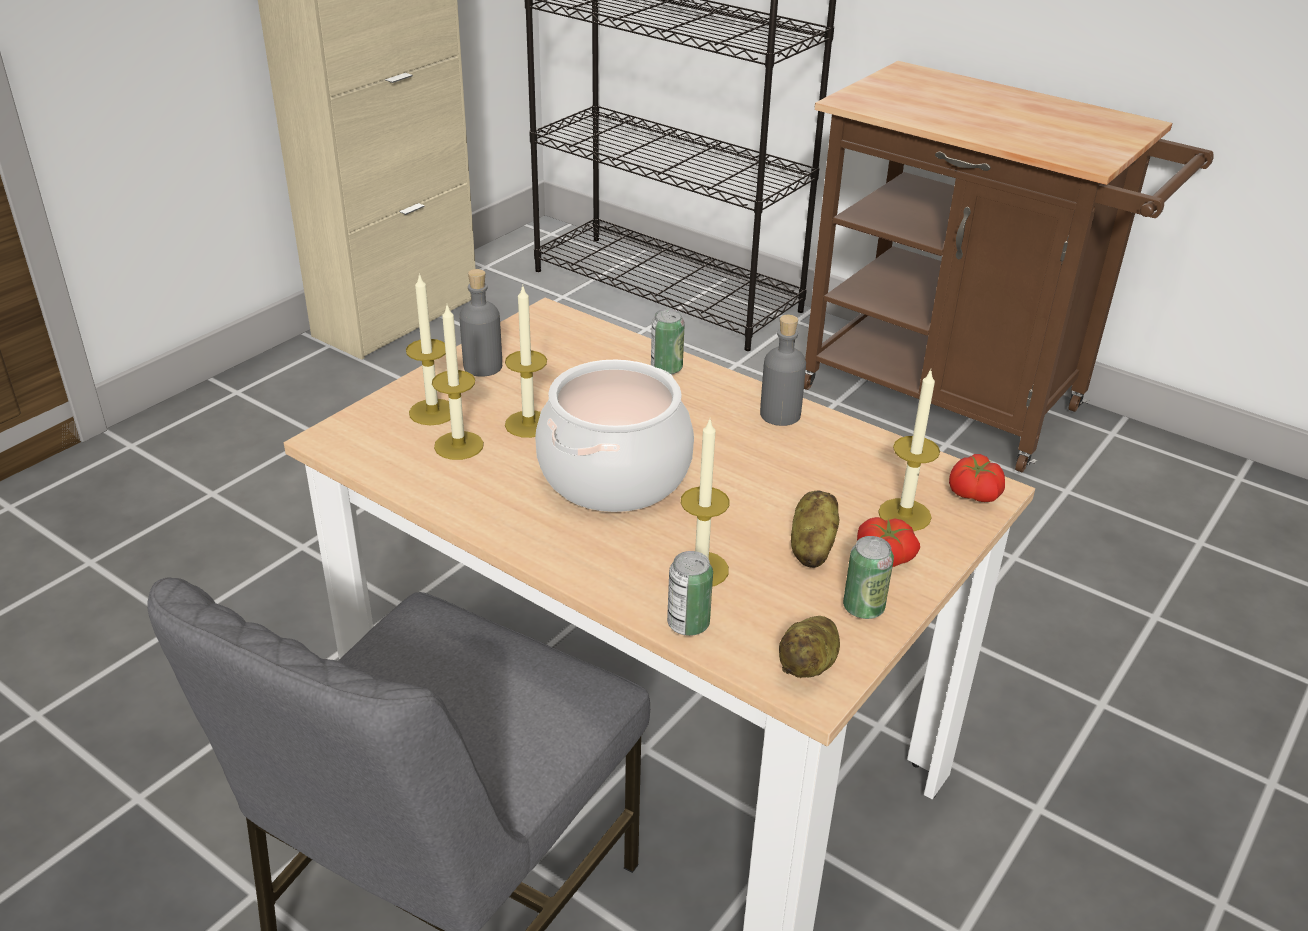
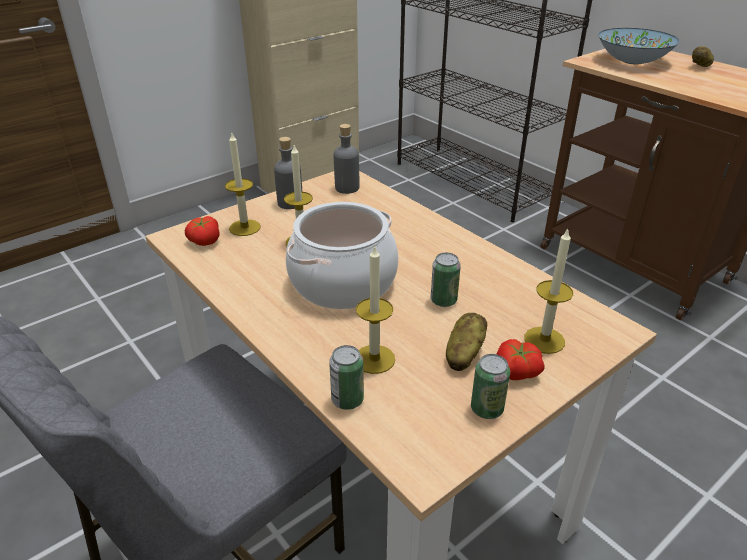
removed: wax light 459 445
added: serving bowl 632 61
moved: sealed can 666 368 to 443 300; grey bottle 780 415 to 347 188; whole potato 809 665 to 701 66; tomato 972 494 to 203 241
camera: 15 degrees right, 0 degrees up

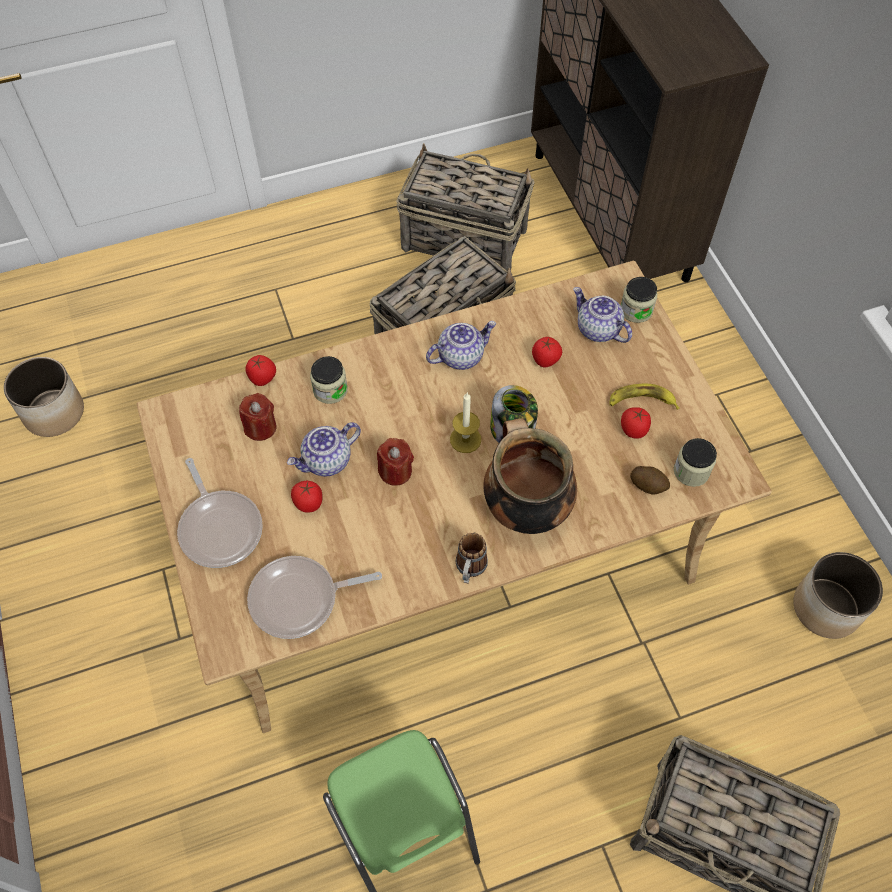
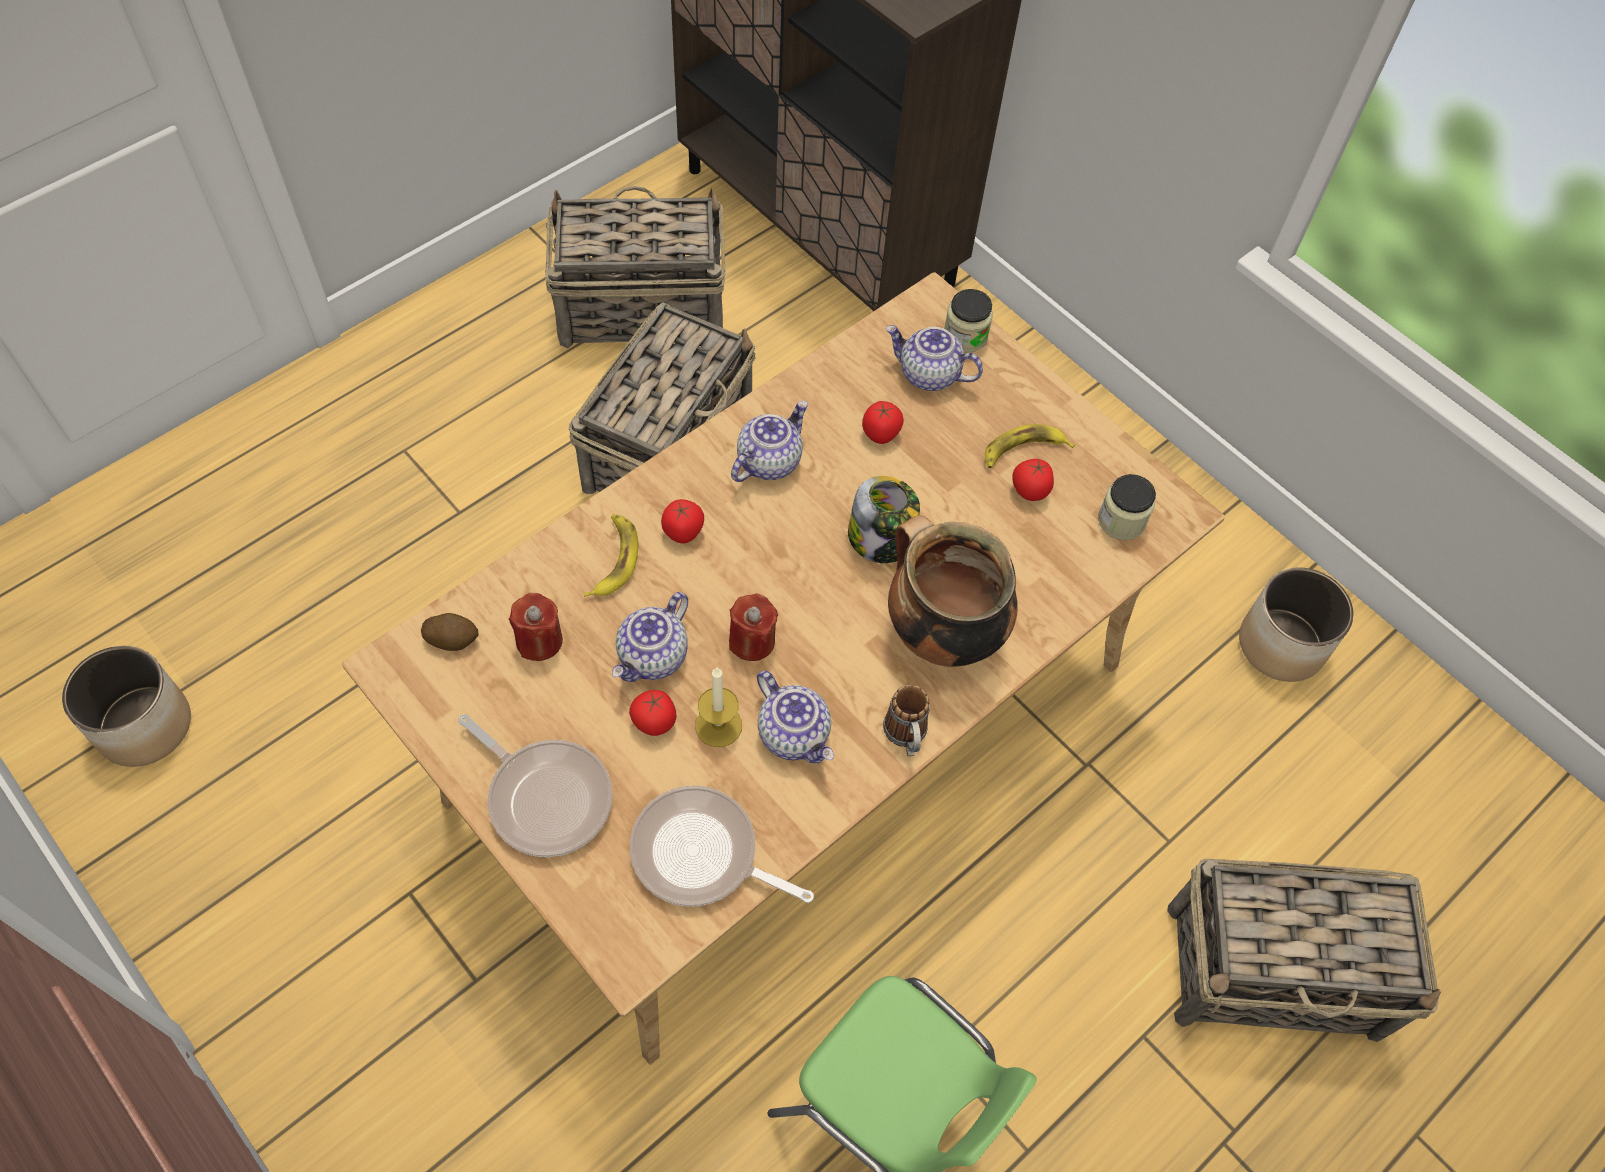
added: tea pot 795 734
moved: tomato 263 379 to 683 532; wax light 465 439 to 718 725; whole potato 648 485 to 452 639
replaced: jar 330 390 to whole banana 613 559
turned: skillet 299 599 = 701 855 60 degrees clockwise
camera: 25 degrees left, 0 degrees up

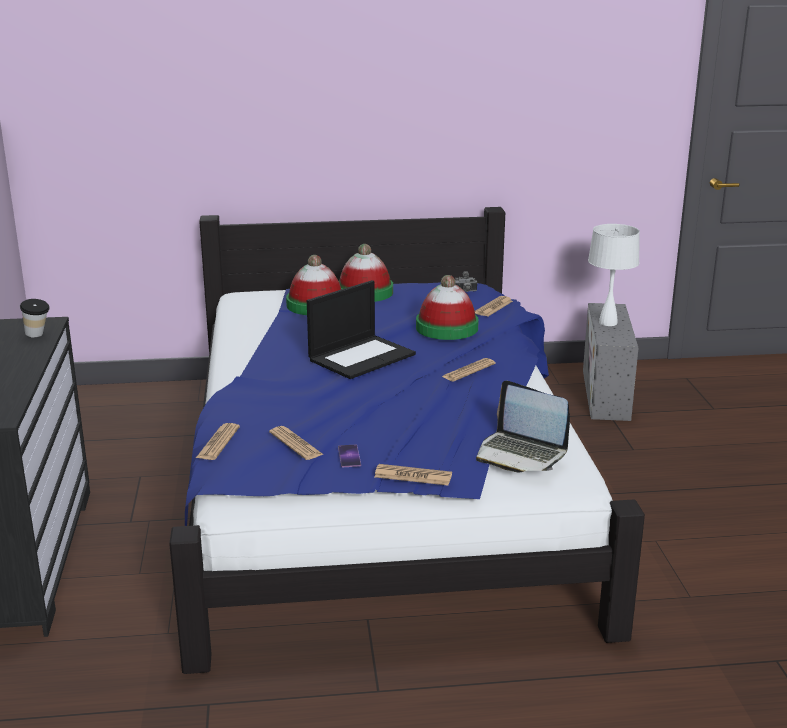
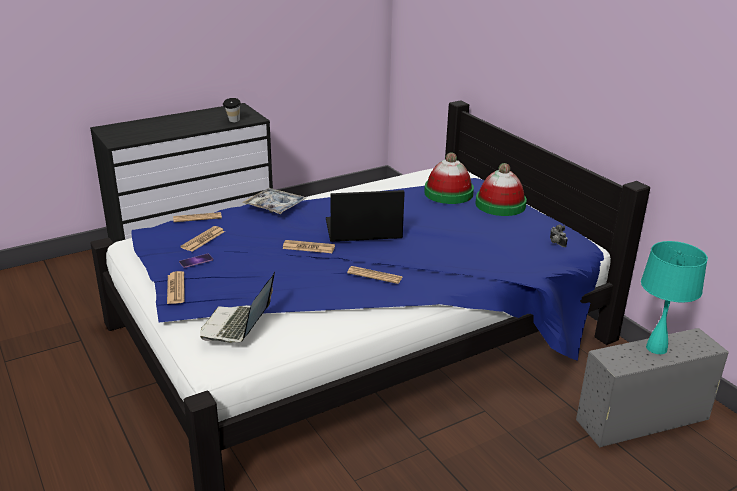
removed: hat 447 328
added: tray 275 206
moved: printed paper 493 307 to 308 247
recoloured: white table lamp 608 323 to turquoise-coloured table lamp 656 348
turned: notebook computer 362 357 = 362 229 150 degrees clockwise
camera: 65 degrees right, 5 degrees up

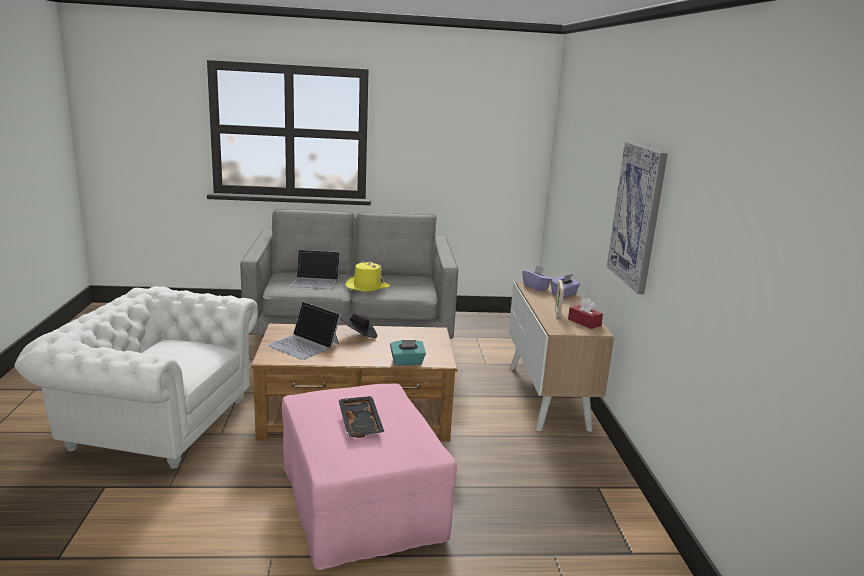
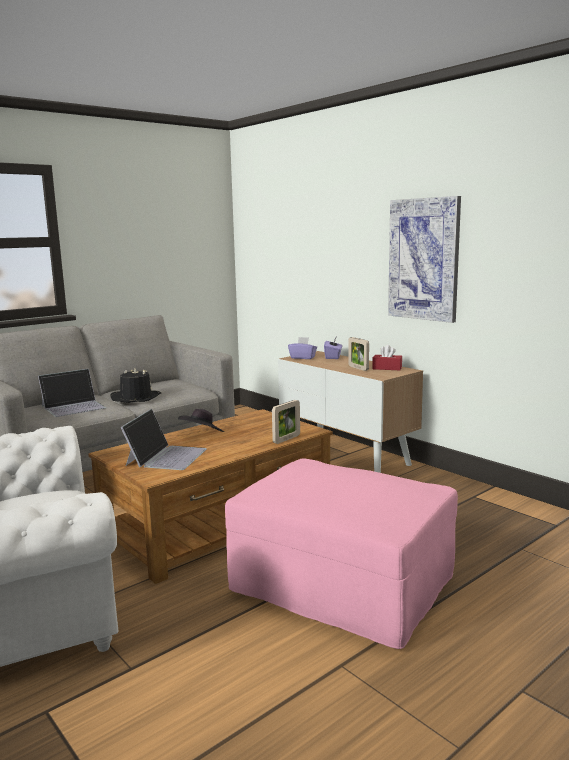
removed: black-coloured tray 361 423
replaced: turquoise-coloured tissue box 407 362 to photo frame 286 439
recoloured: yellowish hat 367 286 to black-coloured hat 136 398
turned: notebook computer 304 344 = 166 456 75 degrees counterclockwise
camera: 35 degrees left, 5 degrees down

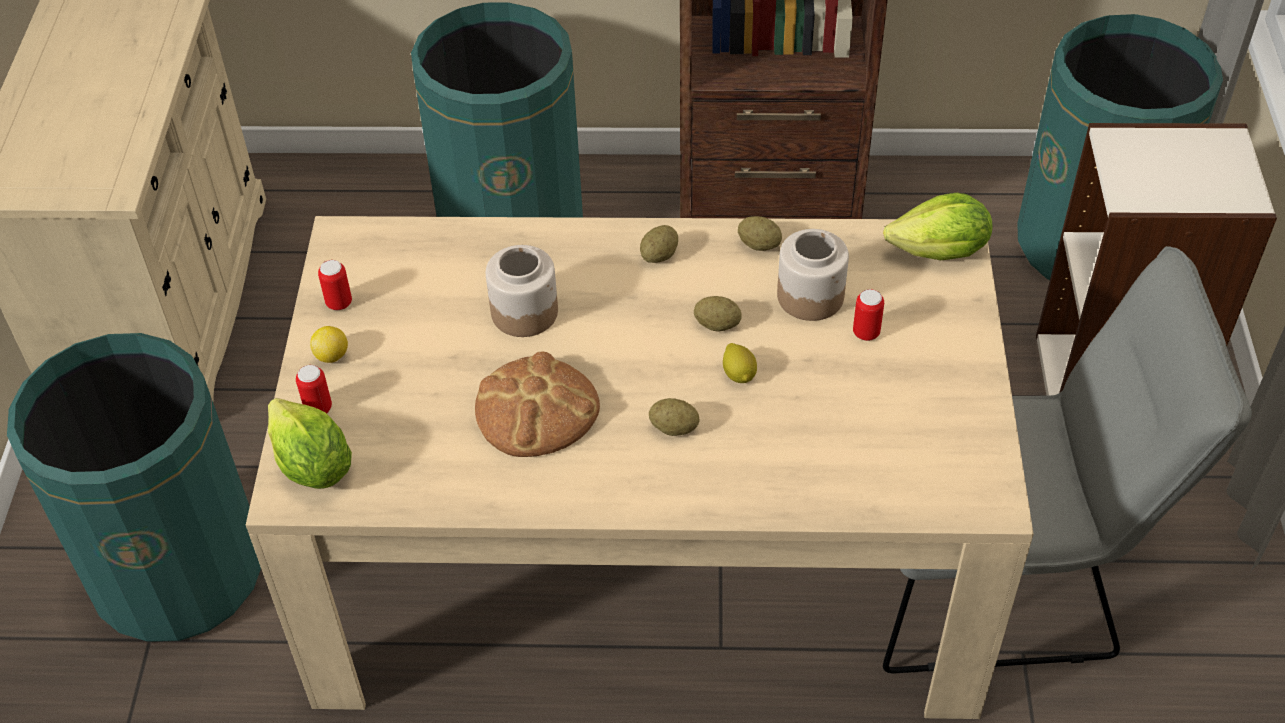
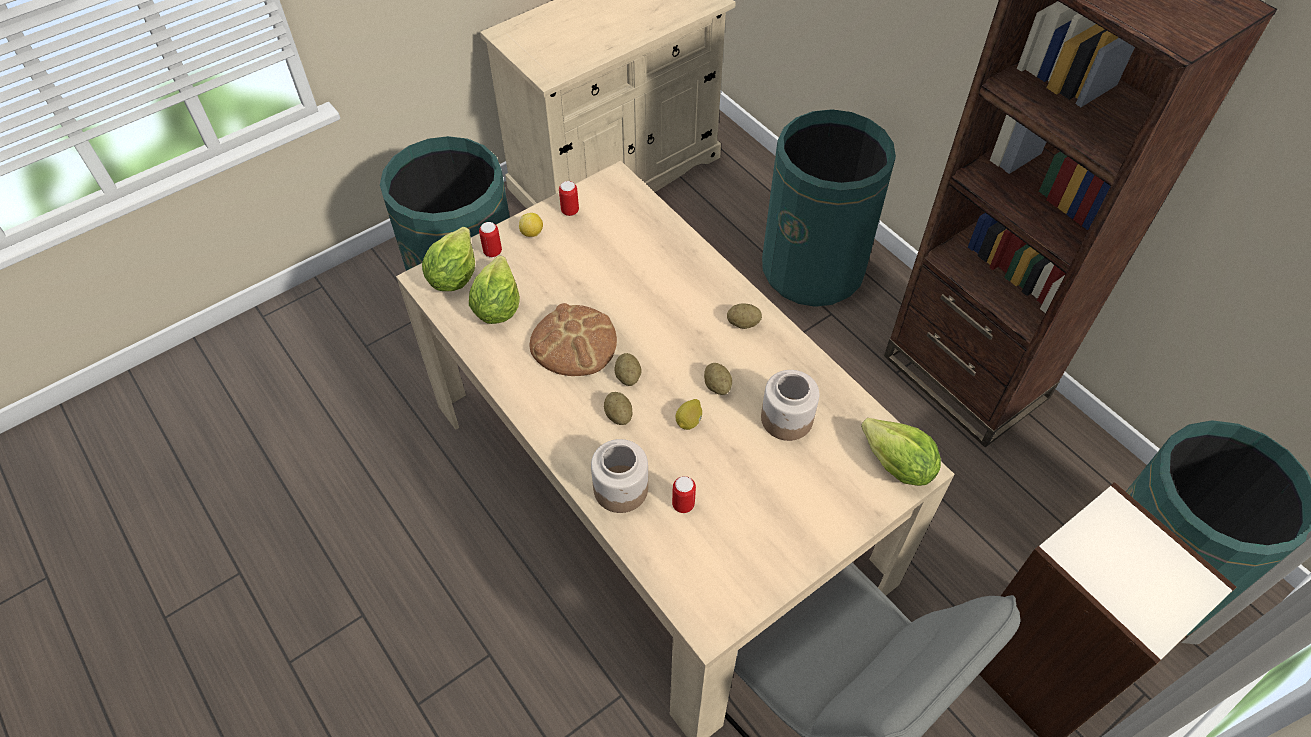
added: lettuce 497 307
moved: jar 524 312 to 621 488; whole potato 759 245 to 628 376; sealed can 866 333 to 683 504
camera: 50 degrees right, 5 degrees up

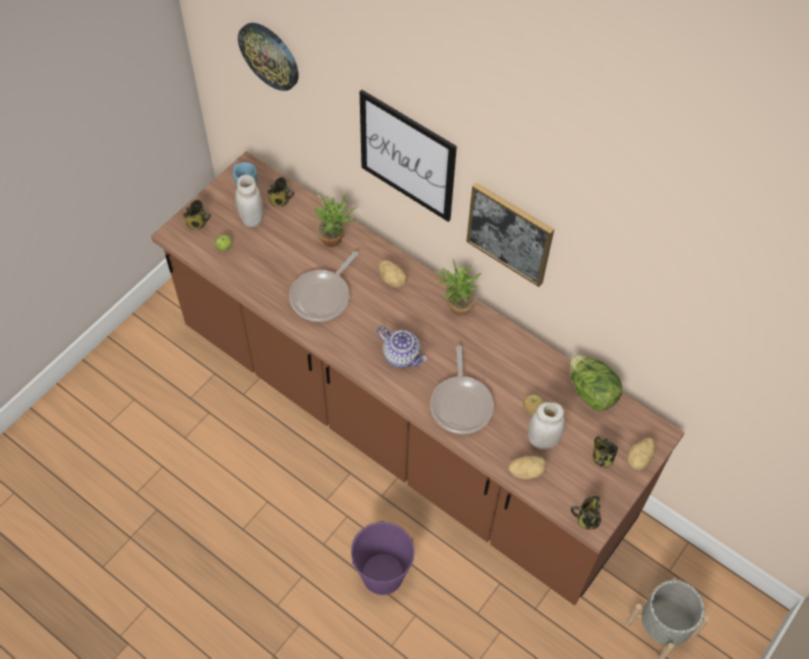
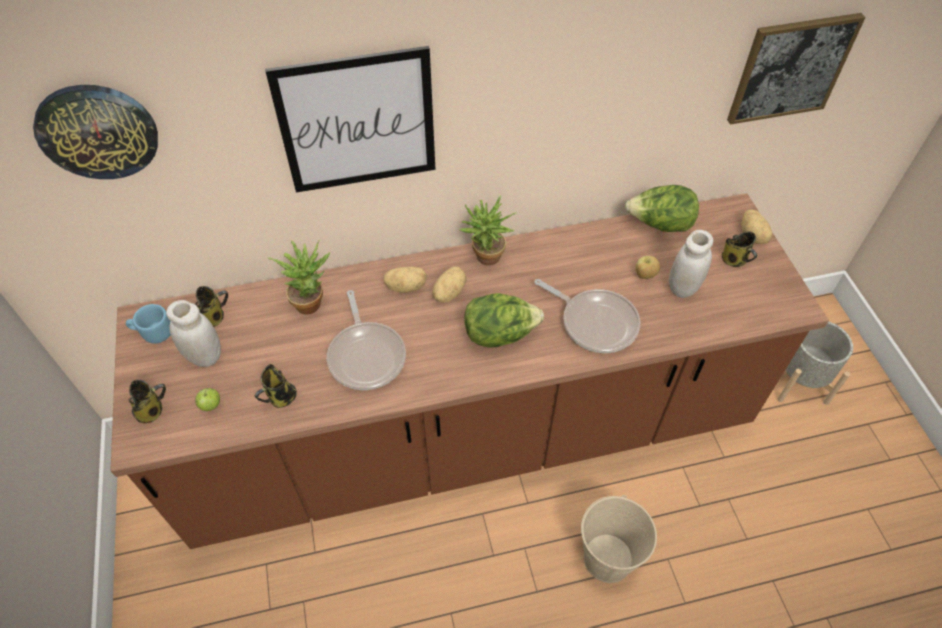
moved: picture 510 233 to 790 68; whole potato 526 471 to 448 292; mug 586 519 to 280 398
replaced: tea pot 402 356 to lettuce 500 334
recoloured: purple pail 383 574 to beige pail 608 558
camera: 50 degrees left, 5 degrees down

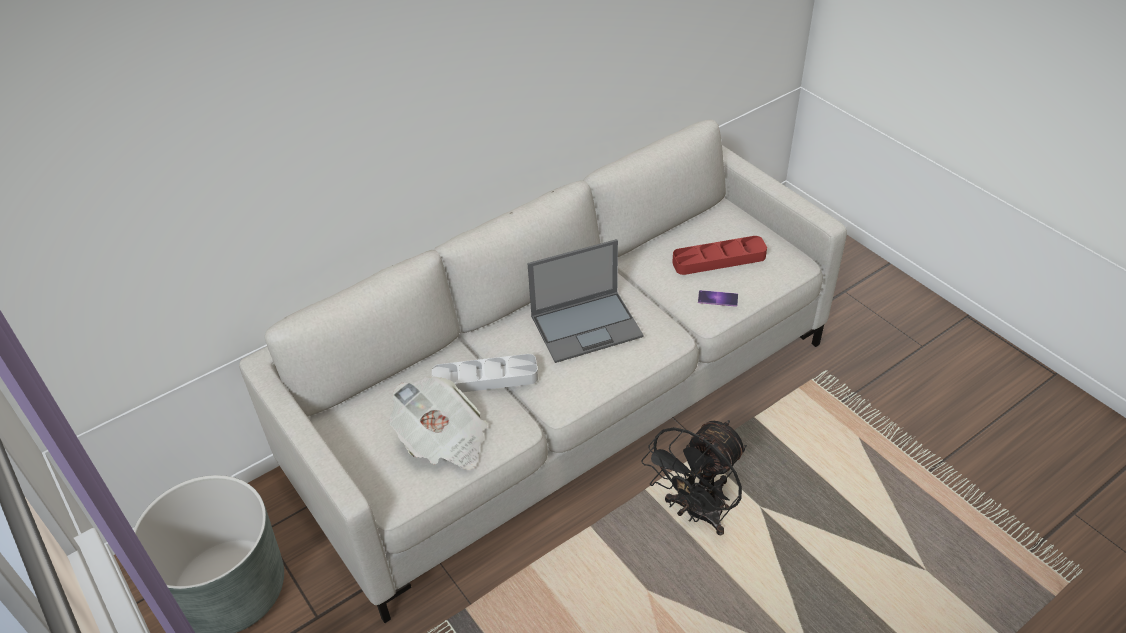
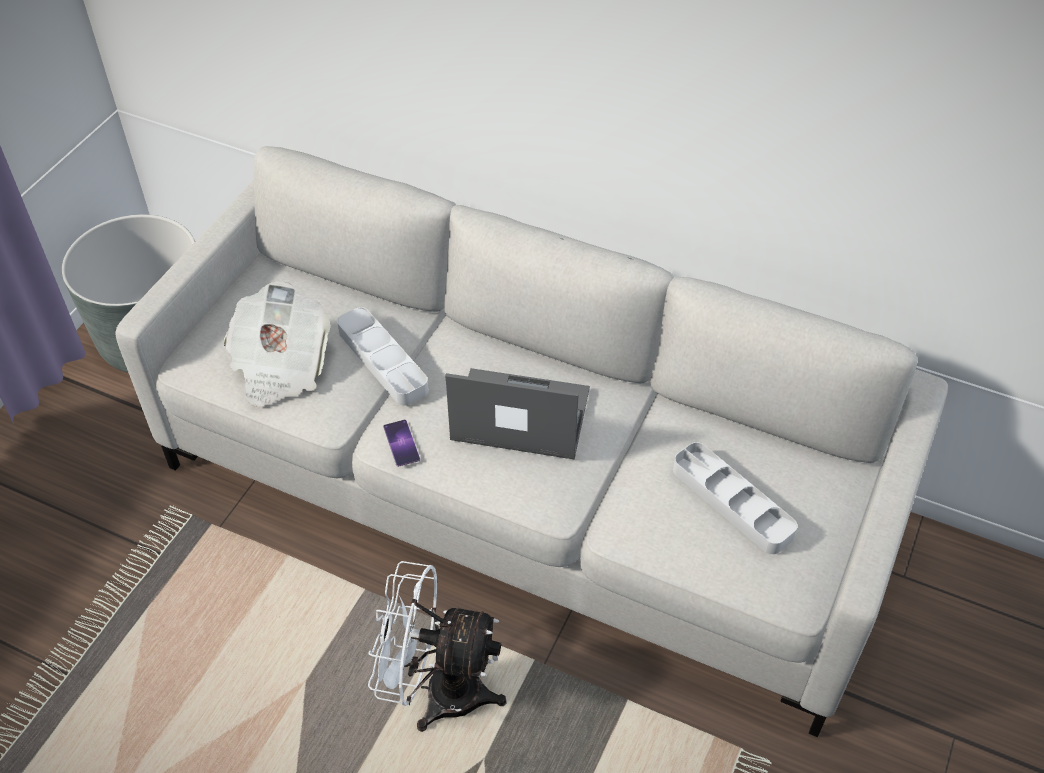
moved: telephone 717 298 to 401 443
recoloured: black-coloured electric fan 696 513 to white electric fan 438 690; reddish tray 719 259 to grey tray 732 502
turned: notebook computer 587 326 = 518 414 150 degrees clockwise
camera: 60 degrees right, 5 degrees up

